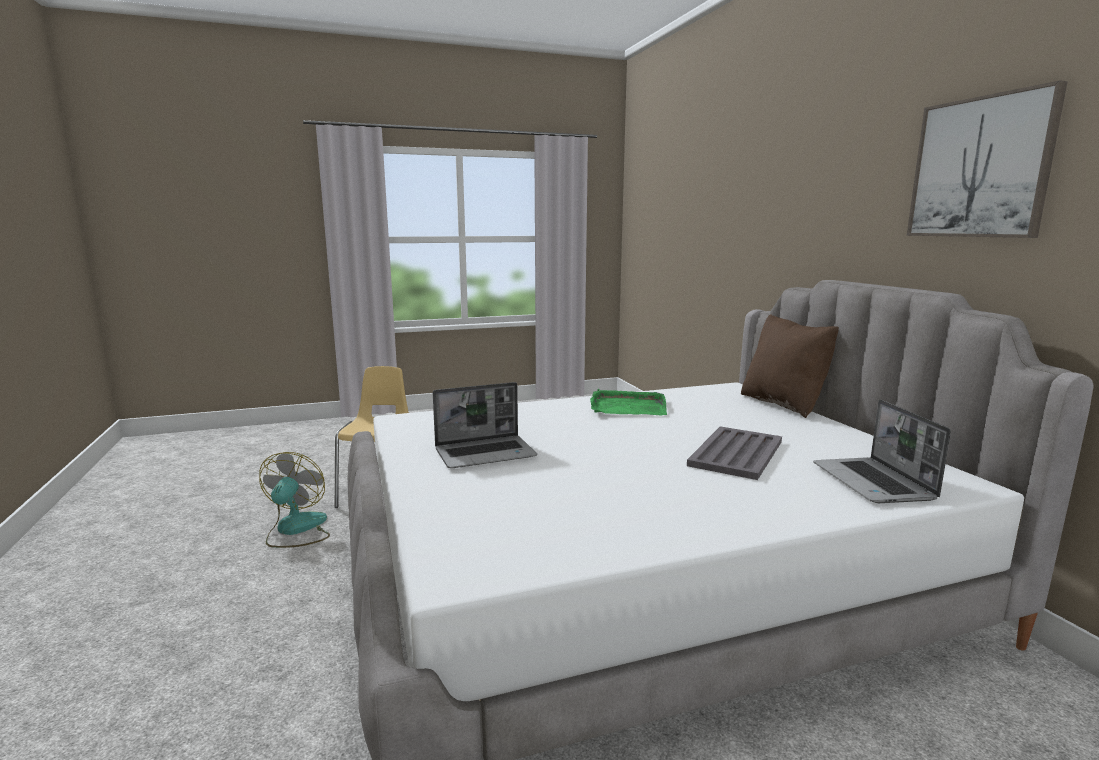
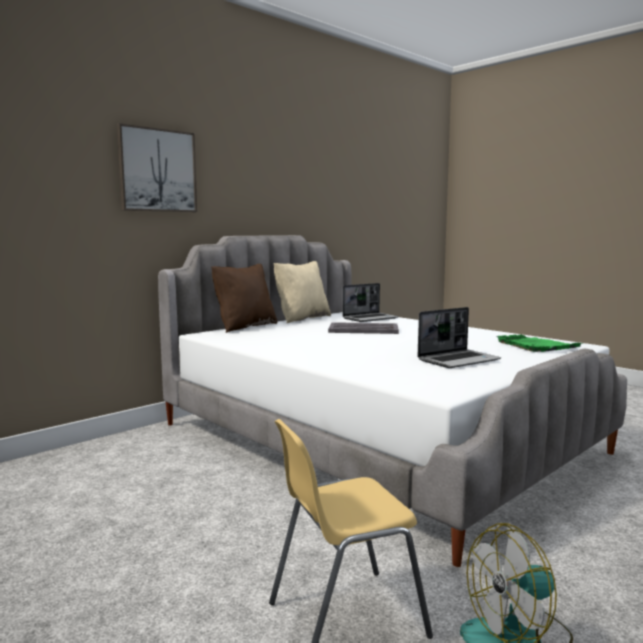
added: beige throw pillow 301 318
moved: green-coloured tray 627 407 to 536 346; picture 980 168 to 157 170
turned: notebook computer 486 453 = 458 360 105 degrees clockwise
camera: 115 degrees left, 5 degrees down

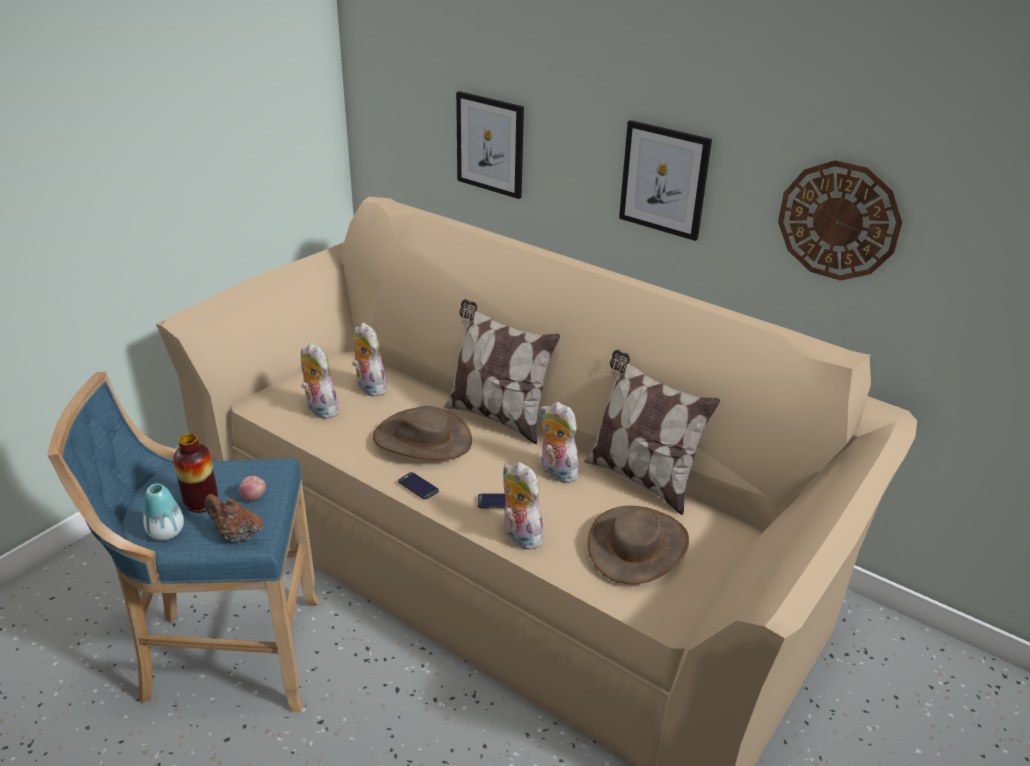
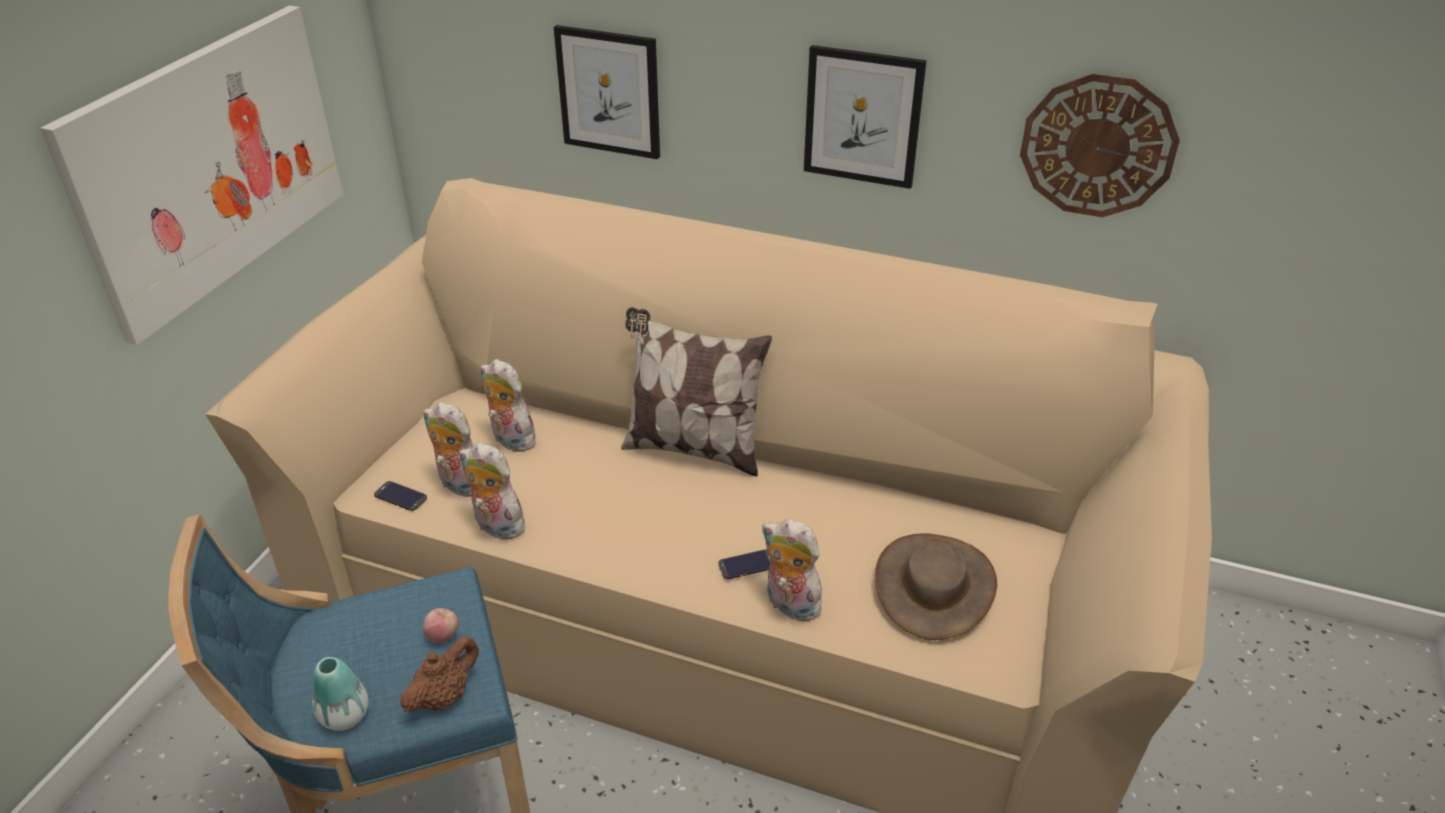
removed: flower vase 201 503; brown-coloured hat 422 439; throw pillow 641 478
added: picture 211 165
moved: telephone 418 486 to 400 496; plush toy 556 472 to 496 526
turned: brown-coloured tea pot 236 535 = 444 696 120 degrees clockwise
camera: 15 degrees left, 5 degrees up

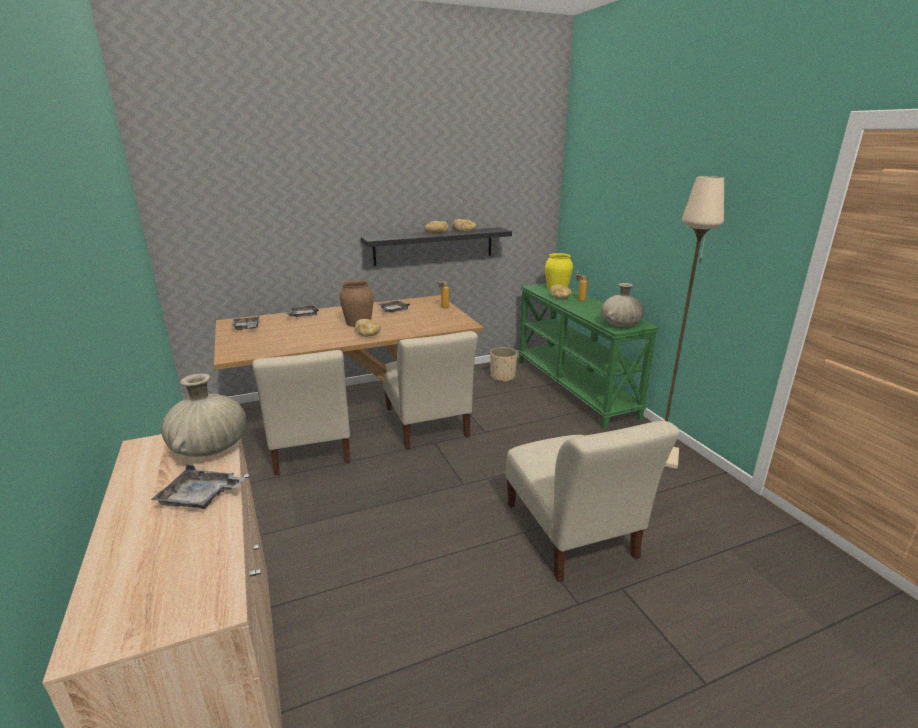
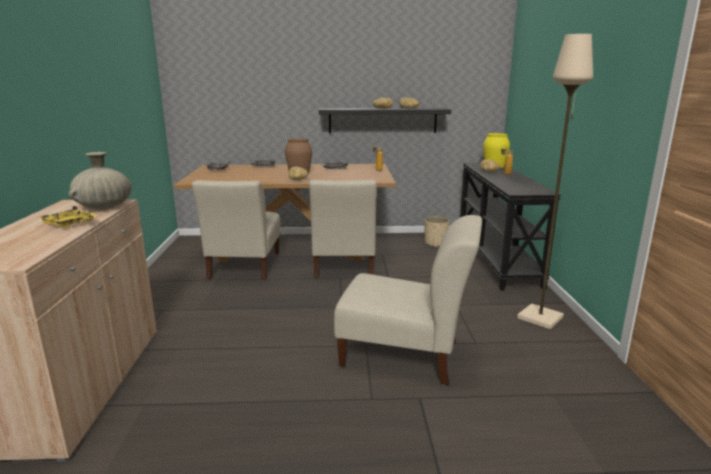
removed: beige flower vase 620 325
recoloured: grey tray 200 497 to yellowish tray 70 224; green-coloured narrow table 574 388 to black-coloured narrow table 497 259
turned: beige plain chair 571 534 = 405 354 75 degrees counterclockwise
camera: 20 degrees right, 5 degrees down

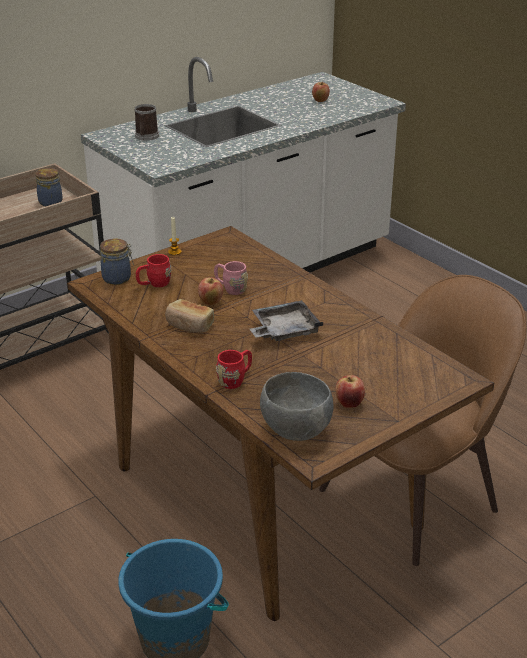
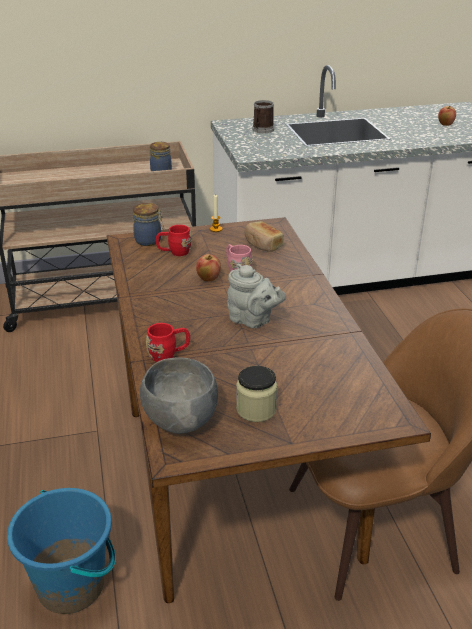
moved: baked bread 189 325 to 262 244
replaced: grey tray 284 330 to grey tea pot 253 320; whole apple 349 403 to jar 256 409
camera: 25 degrees right, 0 degrees up

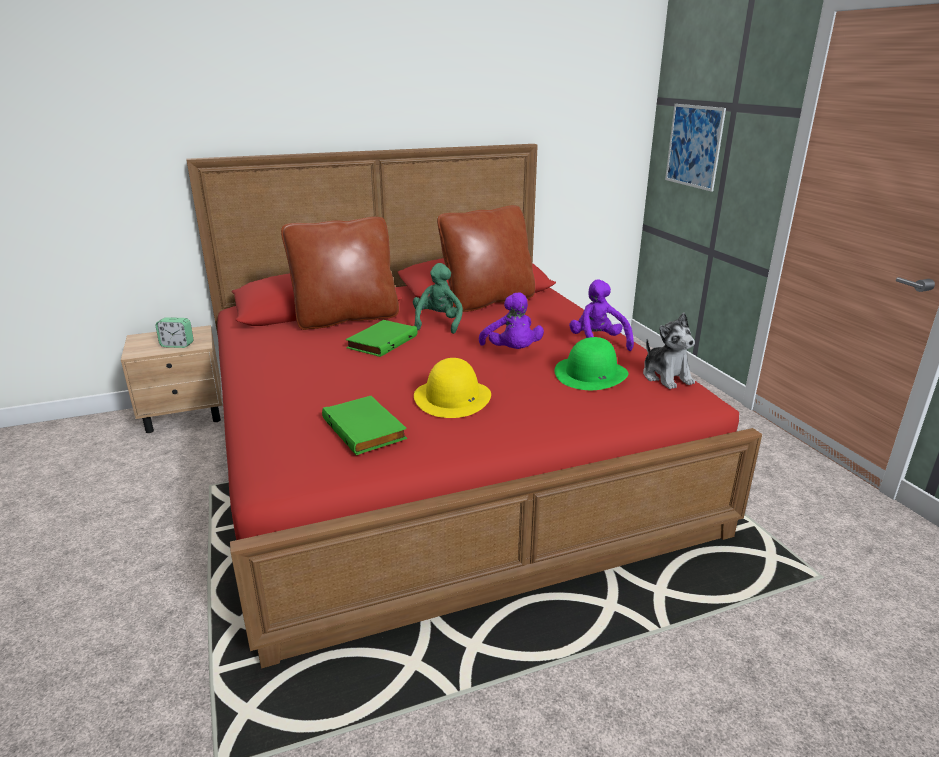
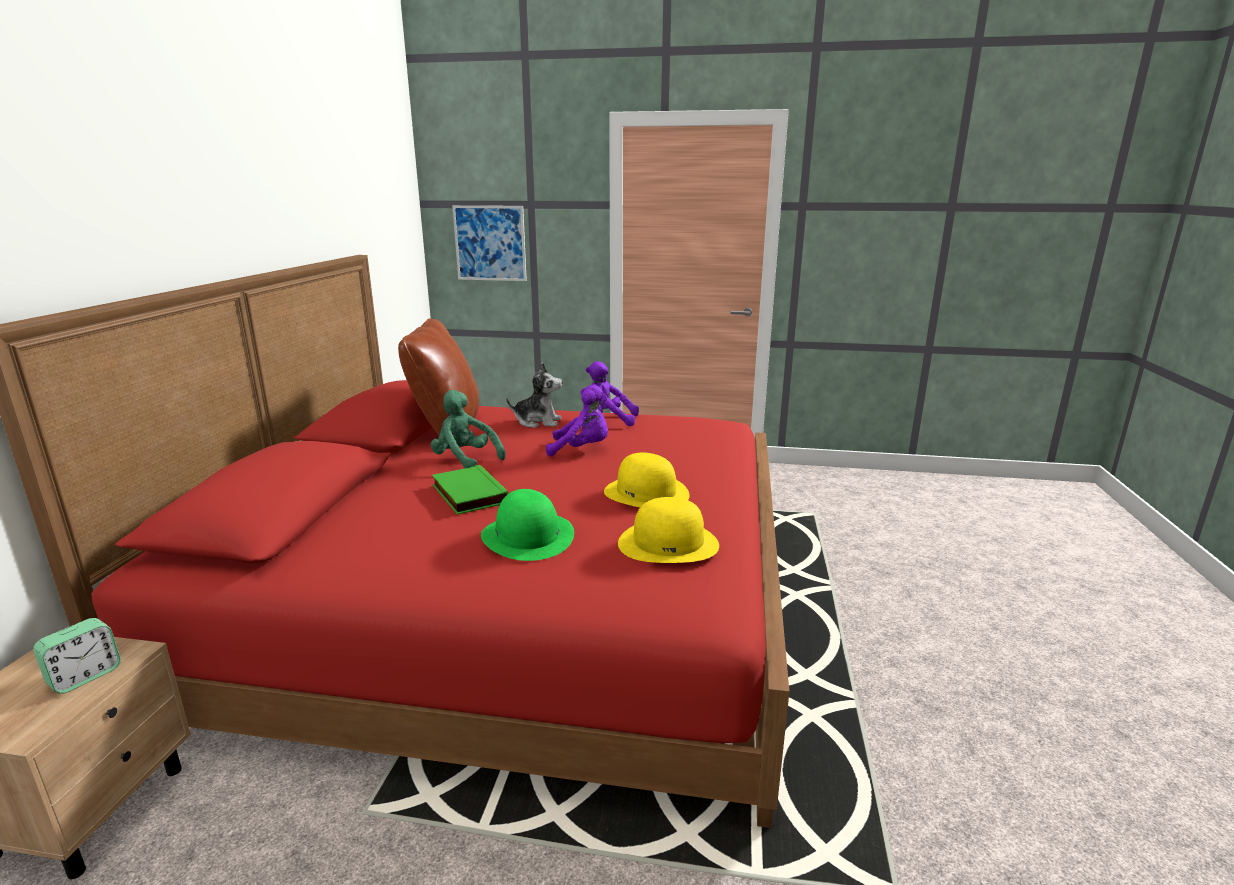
removed: brown-coloured throw pillow 346 318
moved: green-coloured hat 591 374 to 528 536; plush toy 666 377 to 538 422
replaced: green-coloured bound book 366 429 to yellowish hat 668 543
camera: 60 degrees left, 5 degrees down

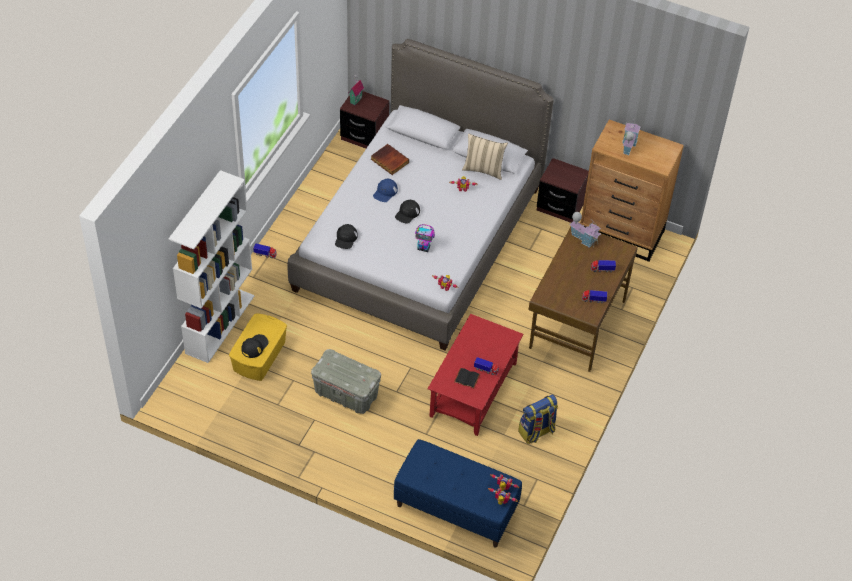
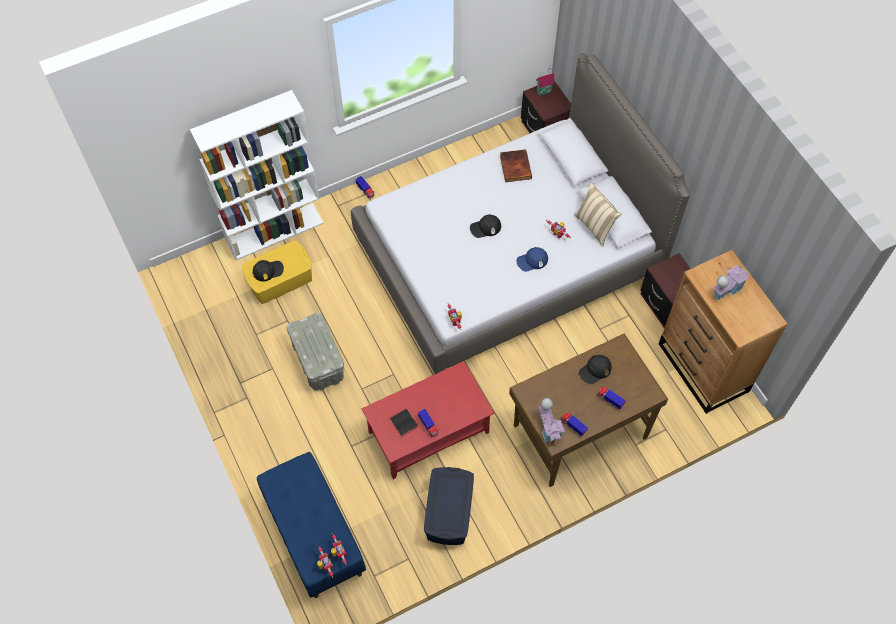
removed: model robot 424 248
moved: black-coloured peaked cap 346 238 to 595 370; blue-coloured peaked cap 385 192 to 532 261; model house 584 238 to 549 428
replaced: backpack 536 432 to blue-coloured storage container 448 512
camera: 40 degrees right, 10 degrees up

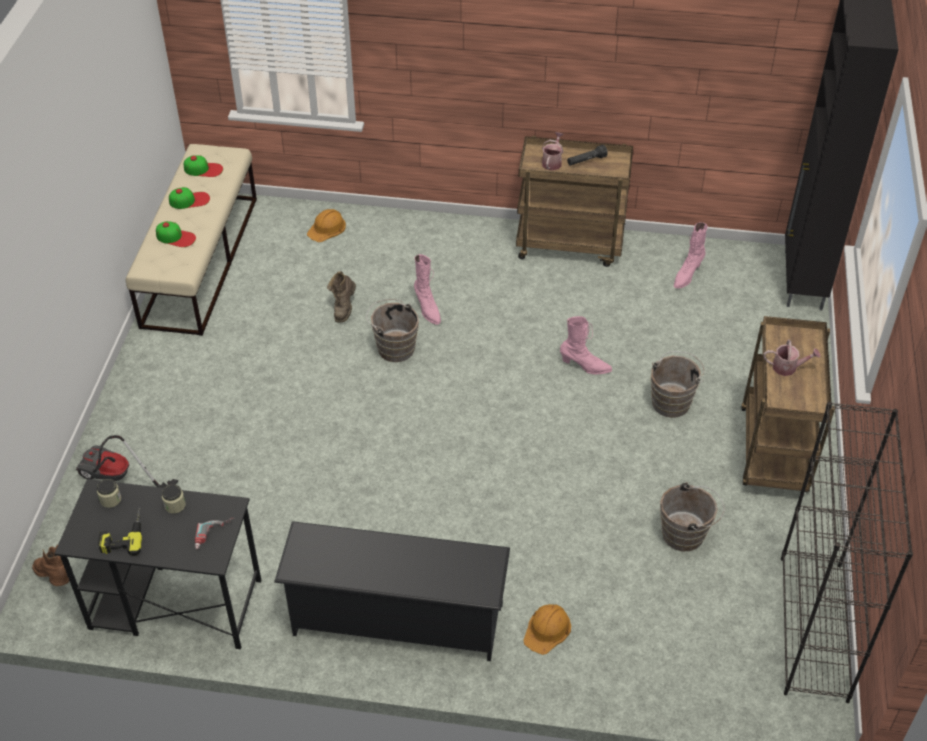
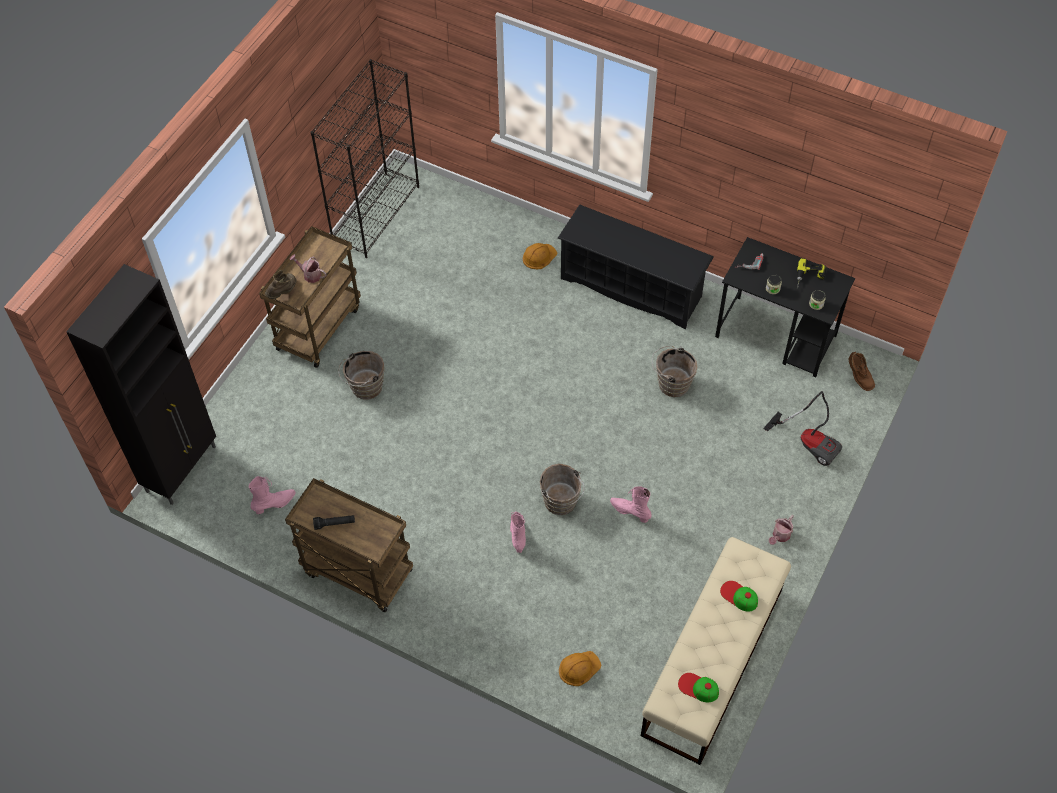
removed: peaked cap 189 200
moved: brown-coloured tall boot 344 308 to 283 292; watering pot 552 162 to 780 536; pinkish tall boot 585 366 to 630 512; brown-coloured pail 686 535 to 671 383
camera: 160 degrees left, 10 degrees up

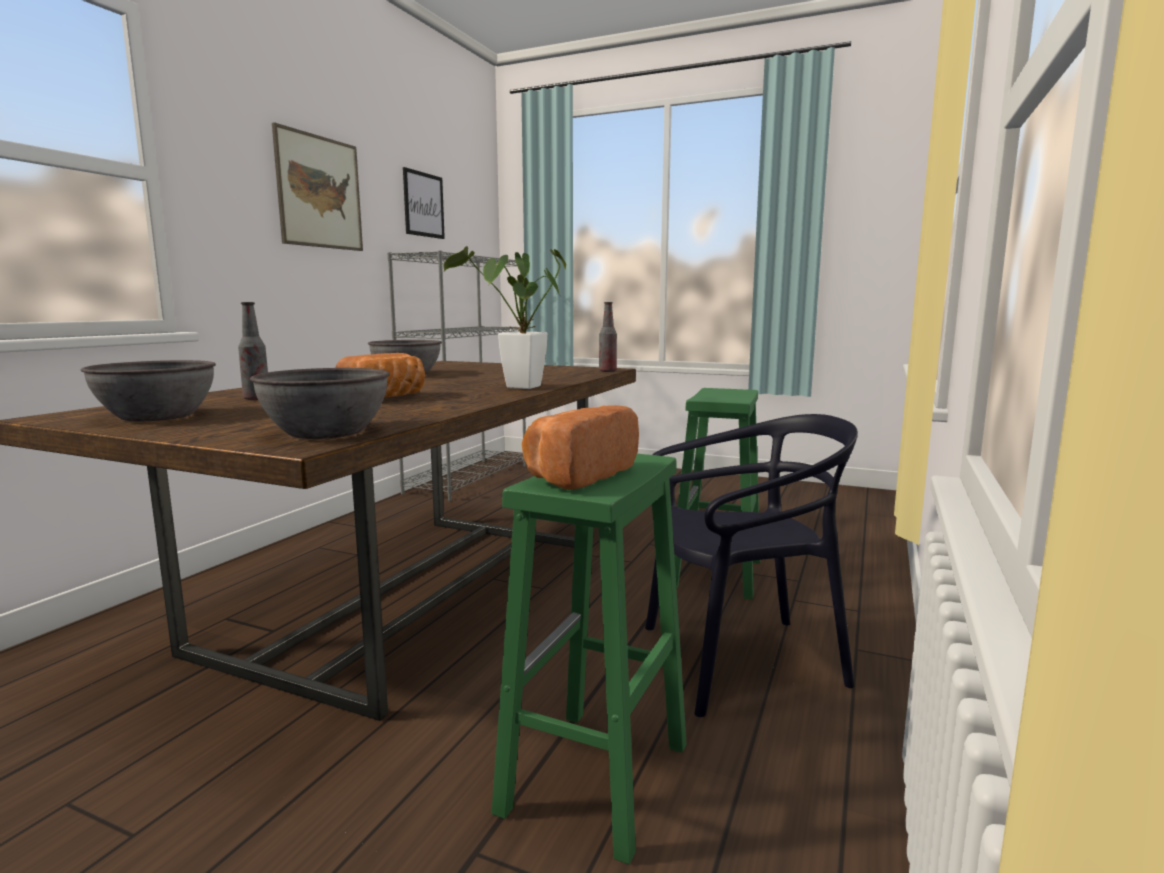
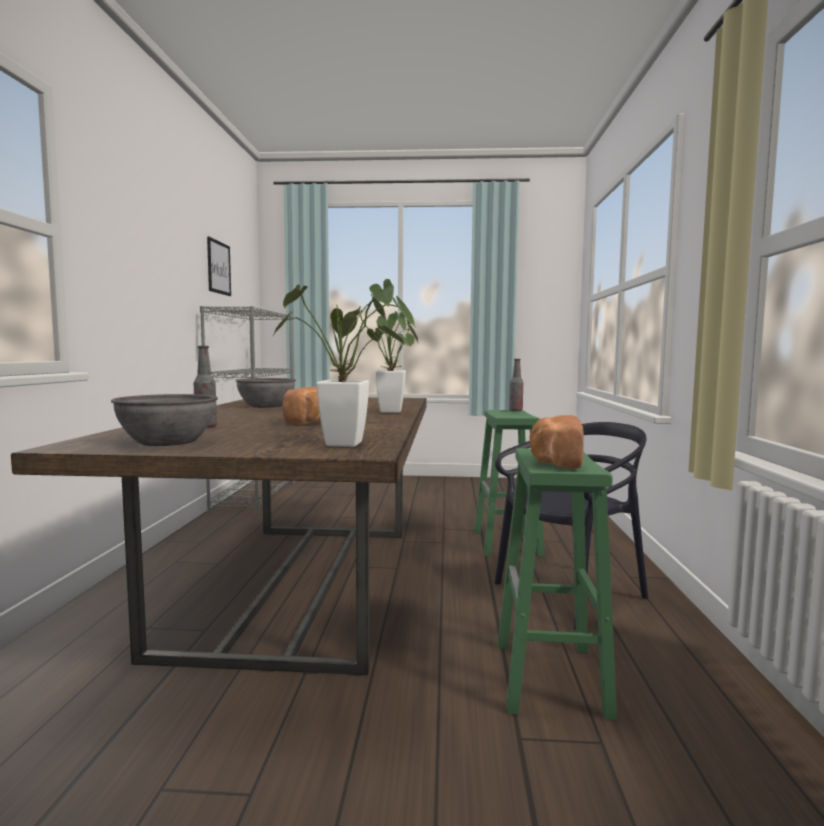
removed: picture 319 192
moved: bottle 607 371 to 515 410
replaced: grey serving bowl 326 432 to potted plant 353 444
camera: 20 degrees left, 5 degrees down

